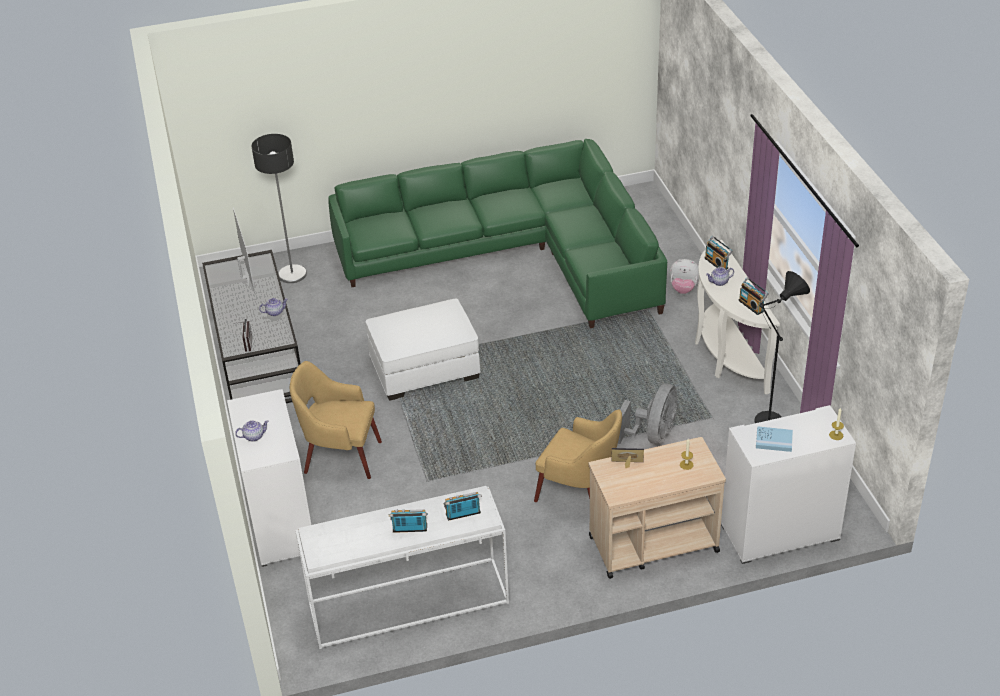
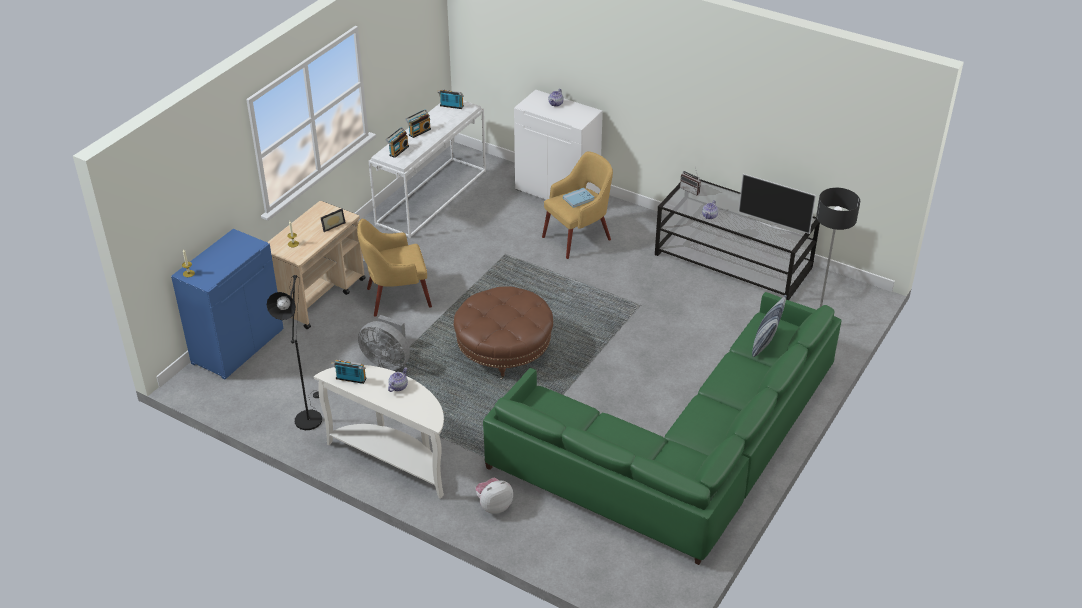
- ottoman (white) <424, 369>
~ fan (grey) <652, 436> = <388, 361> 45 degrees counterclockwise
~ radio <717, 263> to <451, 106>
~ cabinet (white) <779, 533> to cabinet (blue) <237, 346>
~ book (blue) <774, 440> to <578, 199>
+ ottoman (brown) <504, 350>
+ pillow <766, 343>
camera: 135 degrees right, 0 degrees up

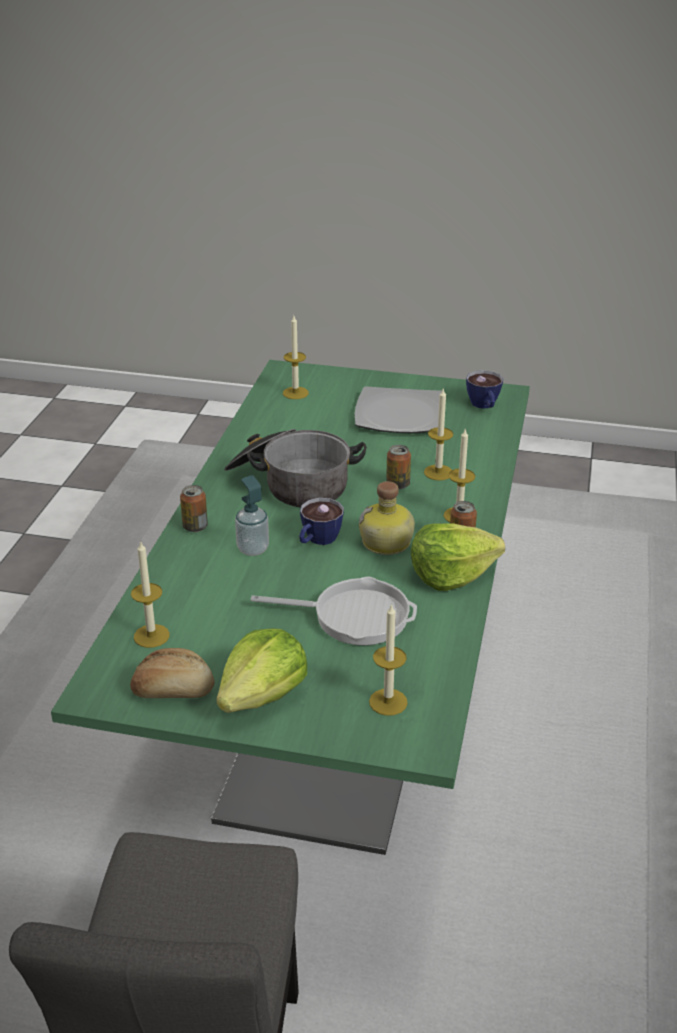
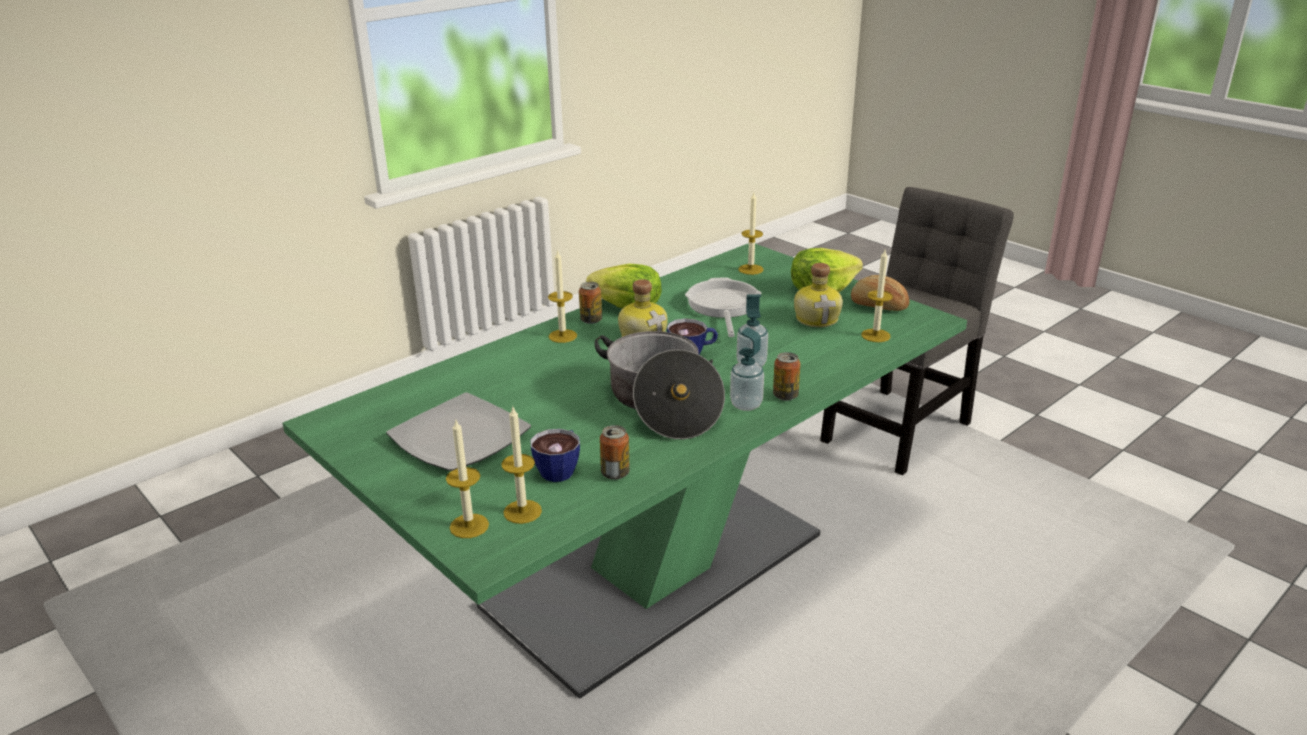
~ frying pan <354, 616> = <723, 306> 45 degrees clockwise
~ can <398, 485> to <615, 473>
~ candle <438, 472> to <469, 526>
~ cup <484, 406> to <560, 469>
+ soap dispenser <746, 404>
+ bottle <817, 318>
camera: 145 degrees left, 5 degrees down

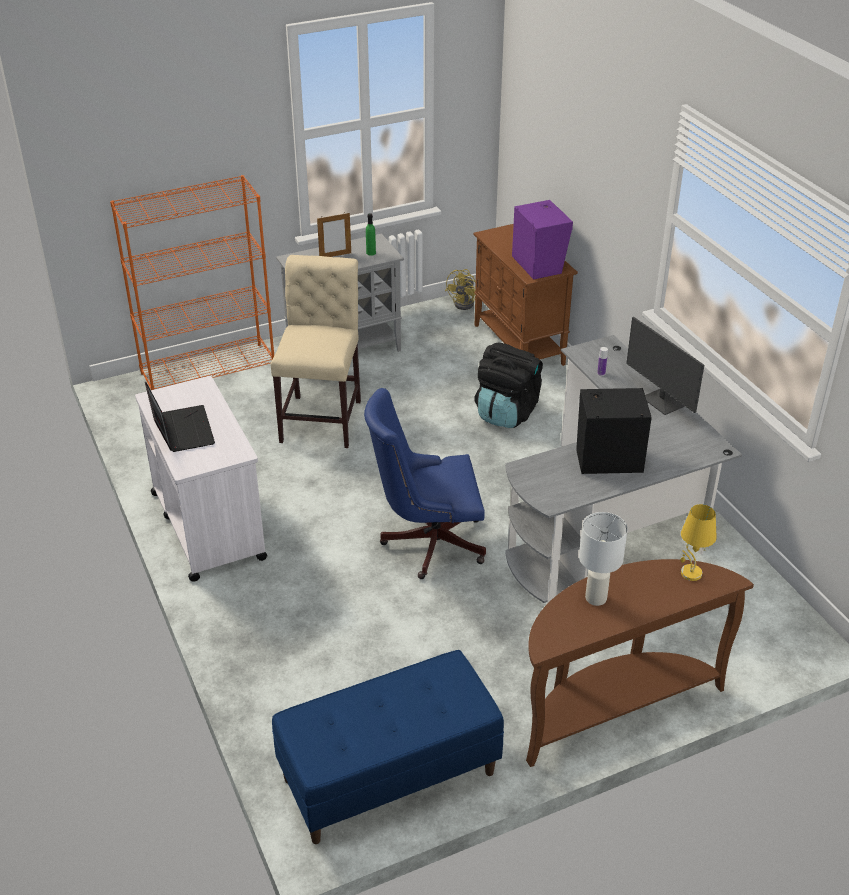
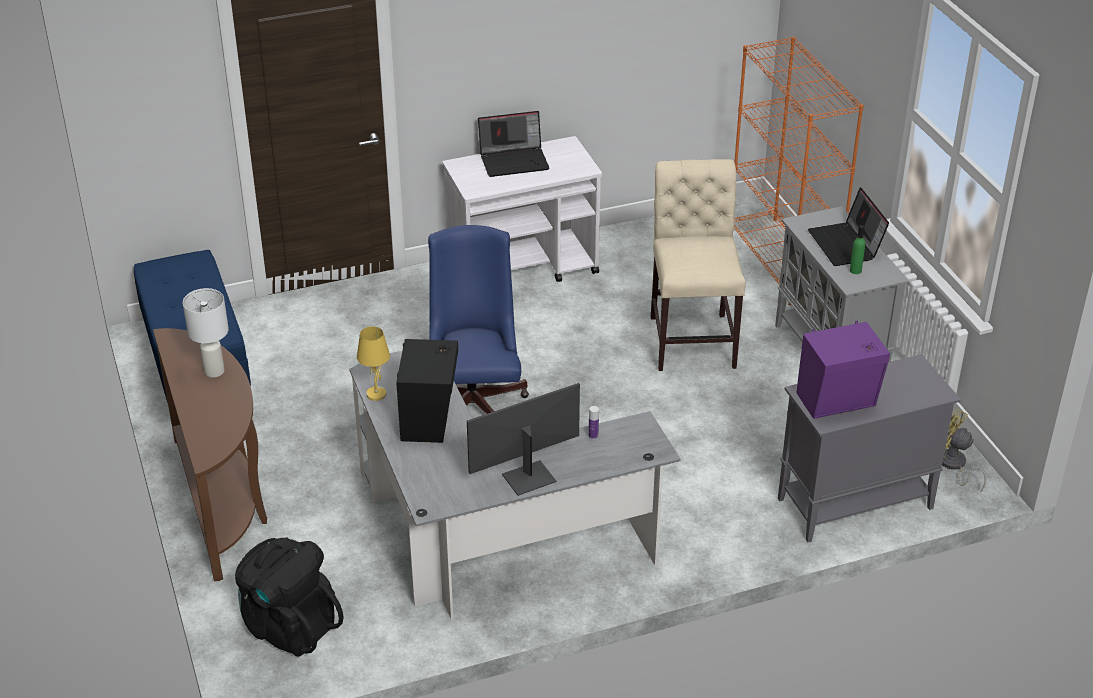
~ chair (beige) <323, 417> = <692, 337> 105 degrees counterclockwise
~ picture frame <335, 255> to laptop <846, 245>
~ cabinet (brown) <519, 345> to cabinet (grey) <853, 504>
~ backpack (black) <507, 412> to <288, 626>
~ table lamp (yellow) <690, 573> to <376, 394>
camera: 95 degrees right, 0 degrees up

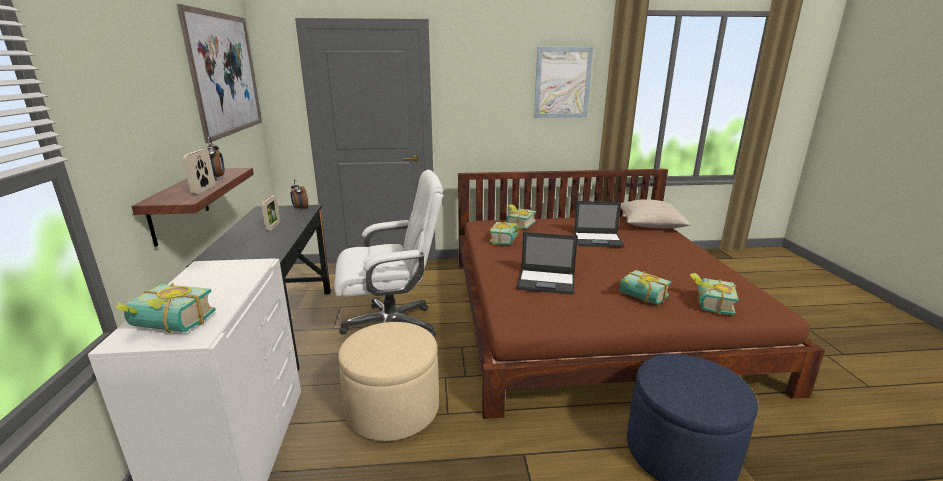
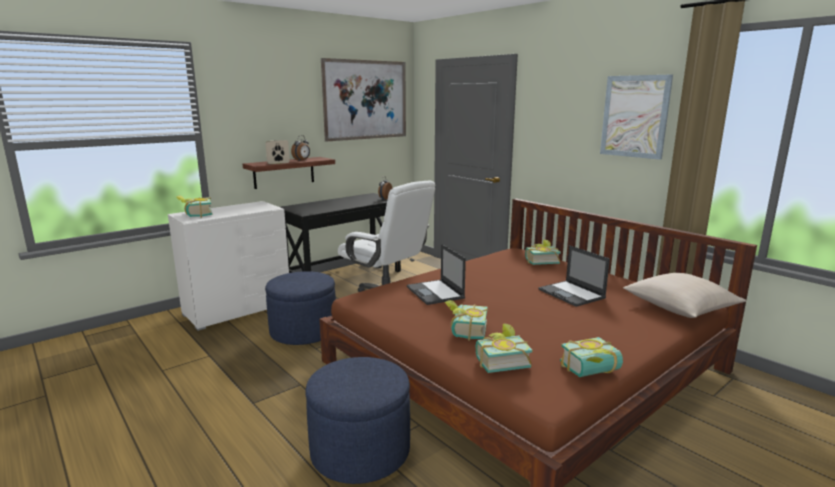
- picture frame <273, 227>
~ ottoman (beige) <393, 409> to ottoman (blue) <303, 331>
~ book <507, 241> to <593, 372>
camera: 55 degrees right, 5 degrees down

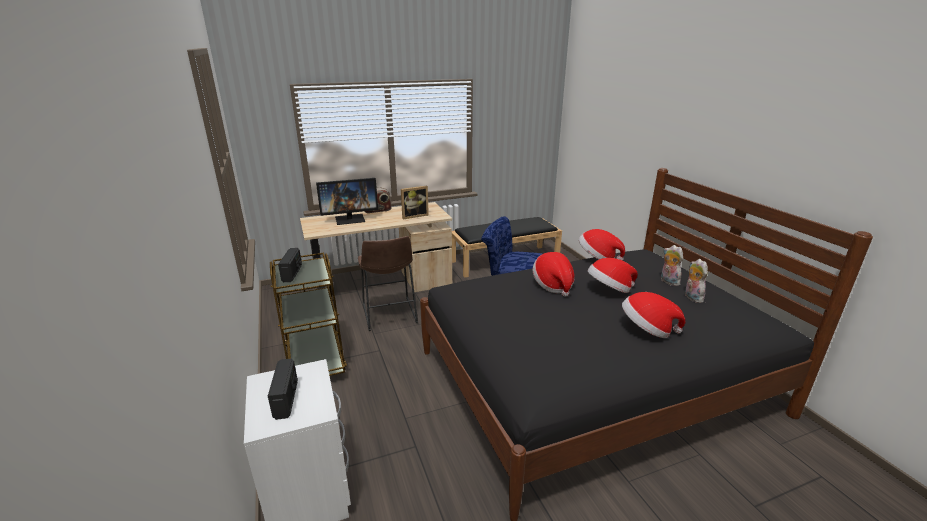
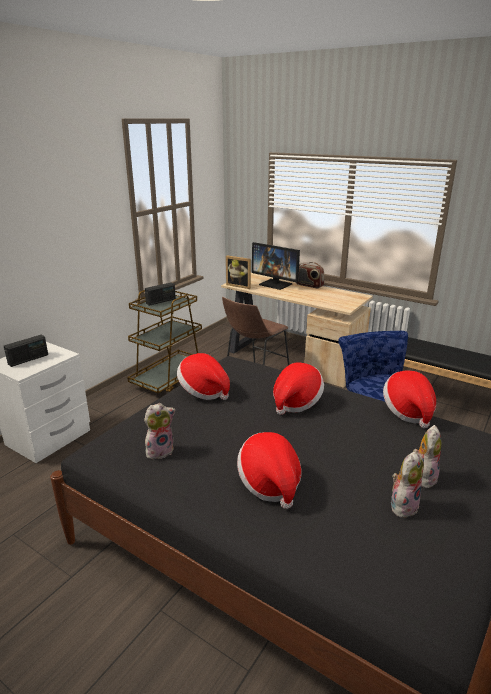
~ picture frame <414, 215> to <239, 285>
~ hat <609, 290> to <203, 391>
+ plush toy <160, 451>
camera: 55 degrees right, 0 degrees up

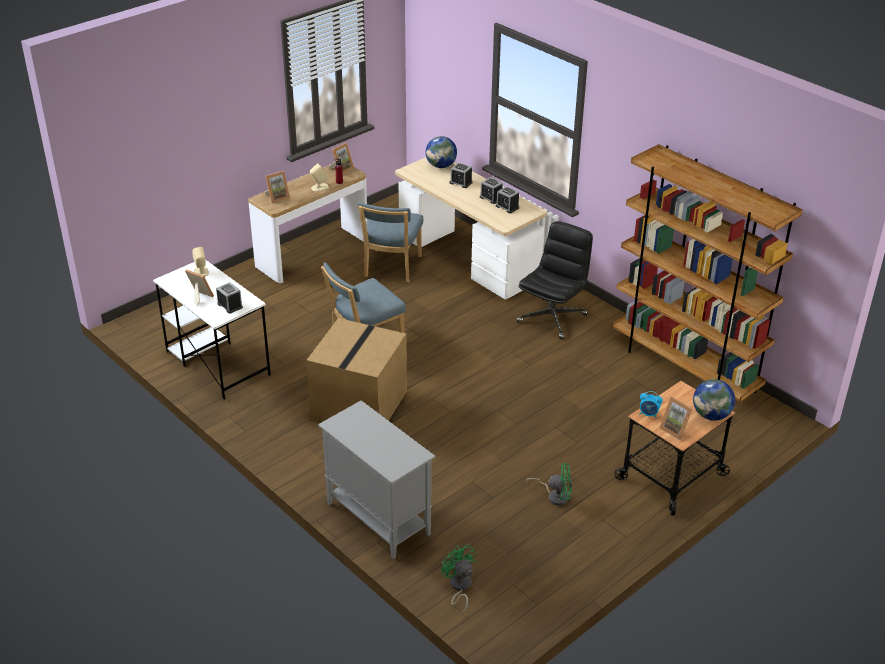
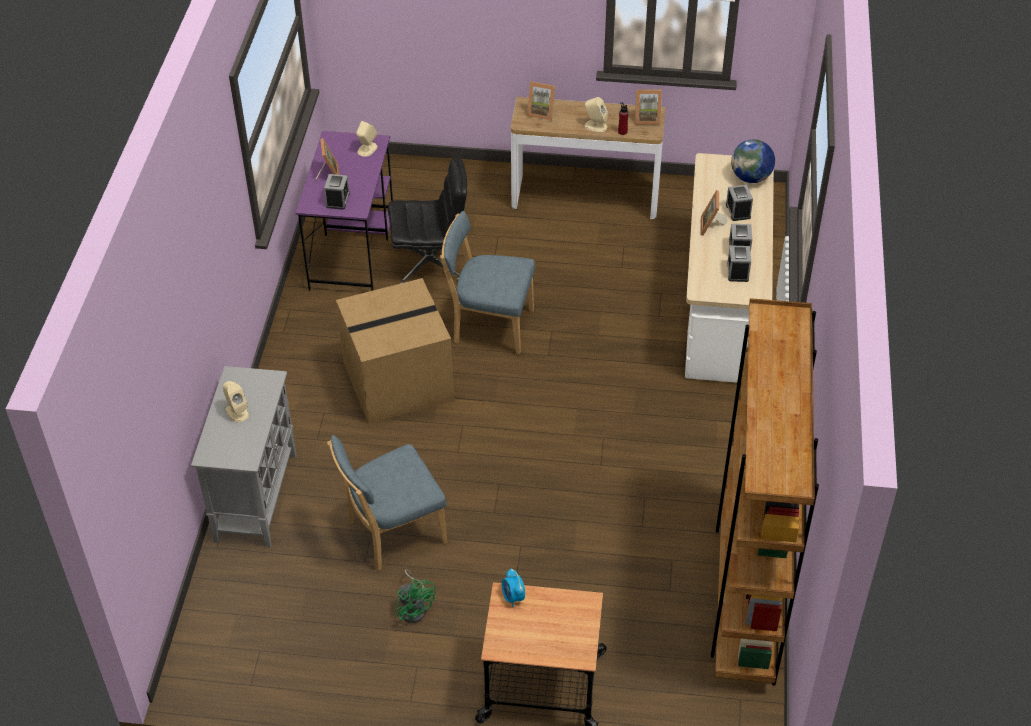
~ desk (white) <217, 362> to desk (purple) <352, 251>
~ chair (blue) <391, 268> to <392, 533>
- fan (green) <459, 587>
~ office chair (black) <552, 318> to <430, 265>
~ picture frame <675, 429> to <712, 227>
- globe <711, 415>
+ speaker (beige) <237, 412>
camera: 50 degrees right, 10 degrees up

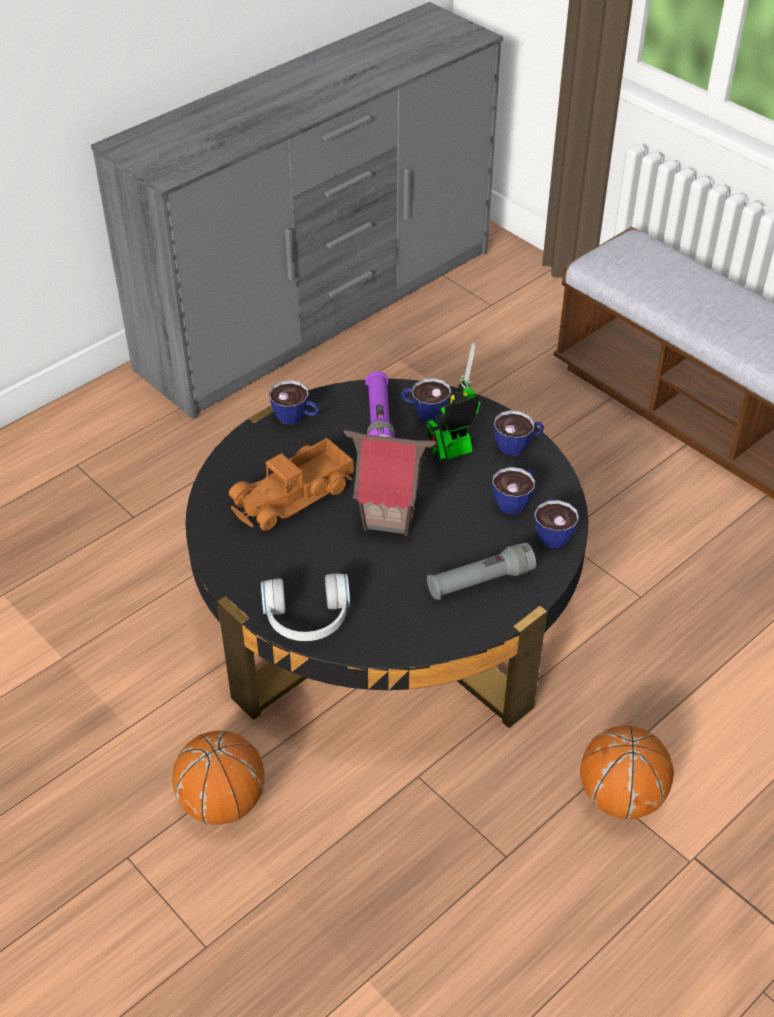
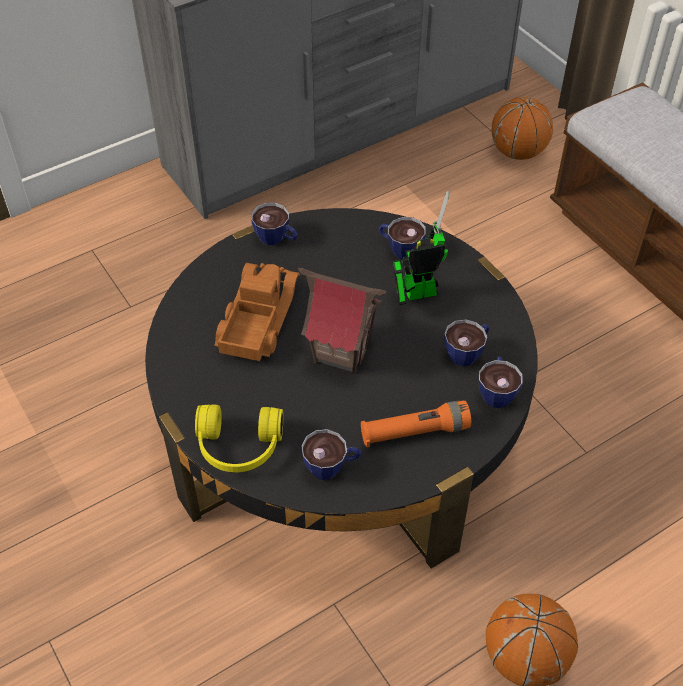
~ basketball <222, 802> to <518, 152>
~ toy truck <294, 496> = <256, 319> 135 degrees clockwise
~ headphones (white) <307, 620> to headphones (yellow) <238, 448>
- flashlight (purple) <379, 420>
~ flashlight (grey) <480, 581> to flashlight (orange) <414, 432>
~ cup <518, 445> to <332, 467>
camera: 10 degrees right, 5 degrees up

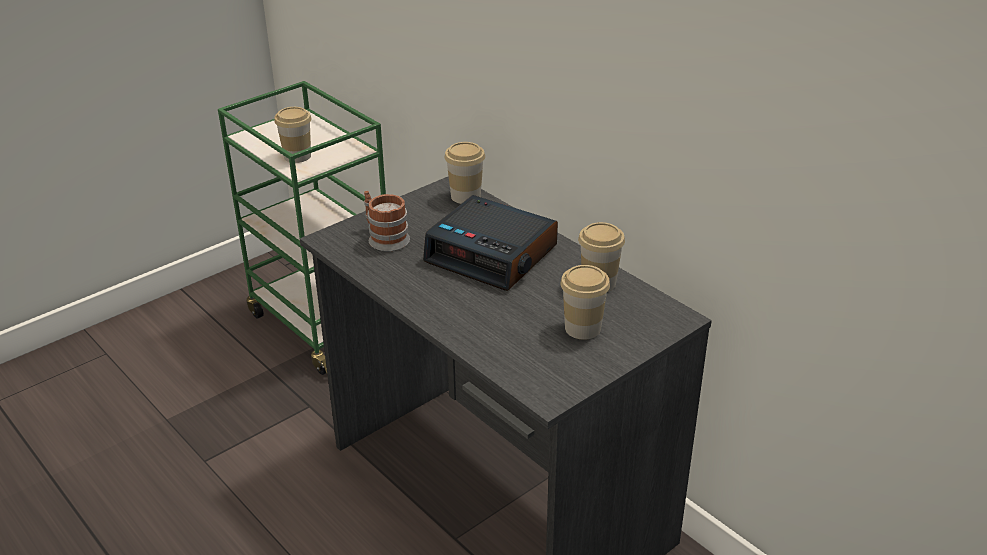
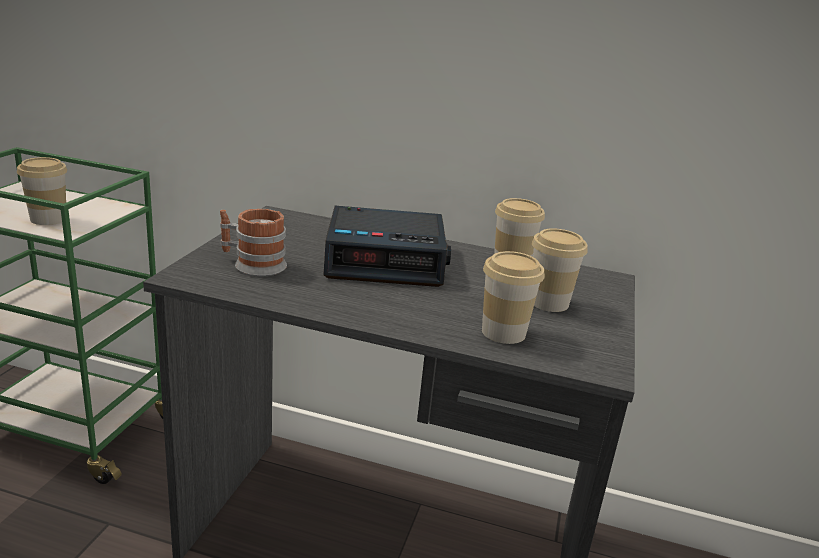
~ cup <465, 196> to <503, 332>
camera: 35 degrees left, 10 degrees down

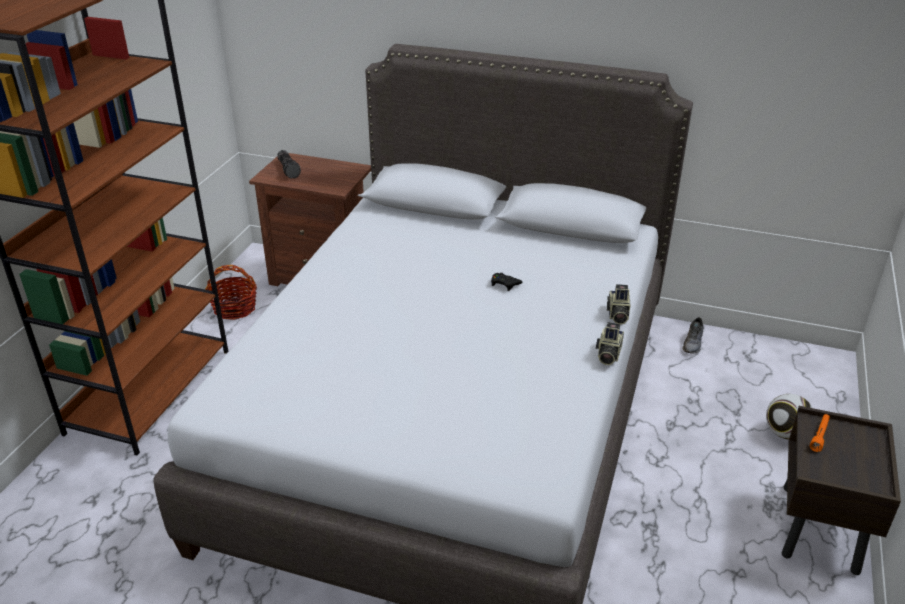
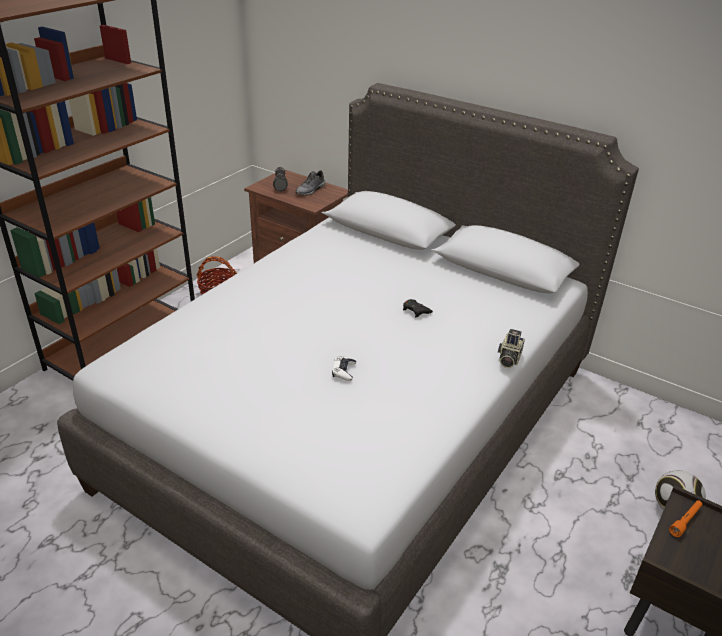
- photo camera <607, 354>
~ shoe (grey) <693, 343> to <311, 190>
+ game controller (white) <343, 371>
camera: 15 degrees right, 0 degrees up

